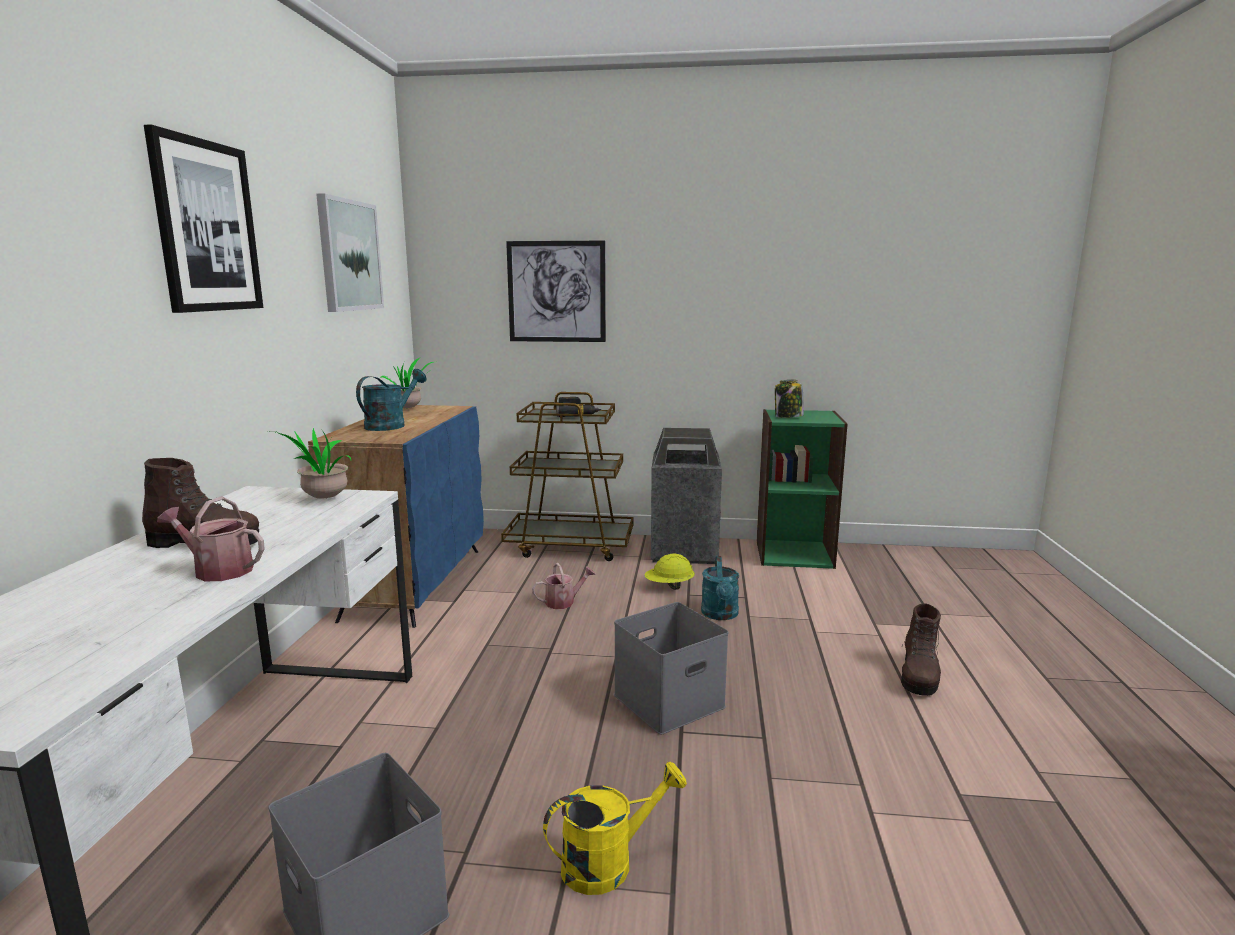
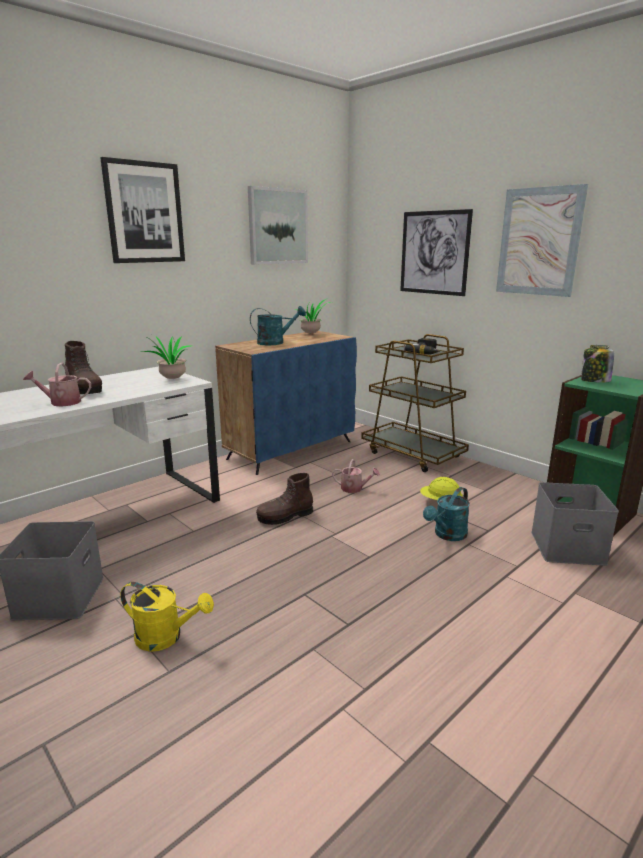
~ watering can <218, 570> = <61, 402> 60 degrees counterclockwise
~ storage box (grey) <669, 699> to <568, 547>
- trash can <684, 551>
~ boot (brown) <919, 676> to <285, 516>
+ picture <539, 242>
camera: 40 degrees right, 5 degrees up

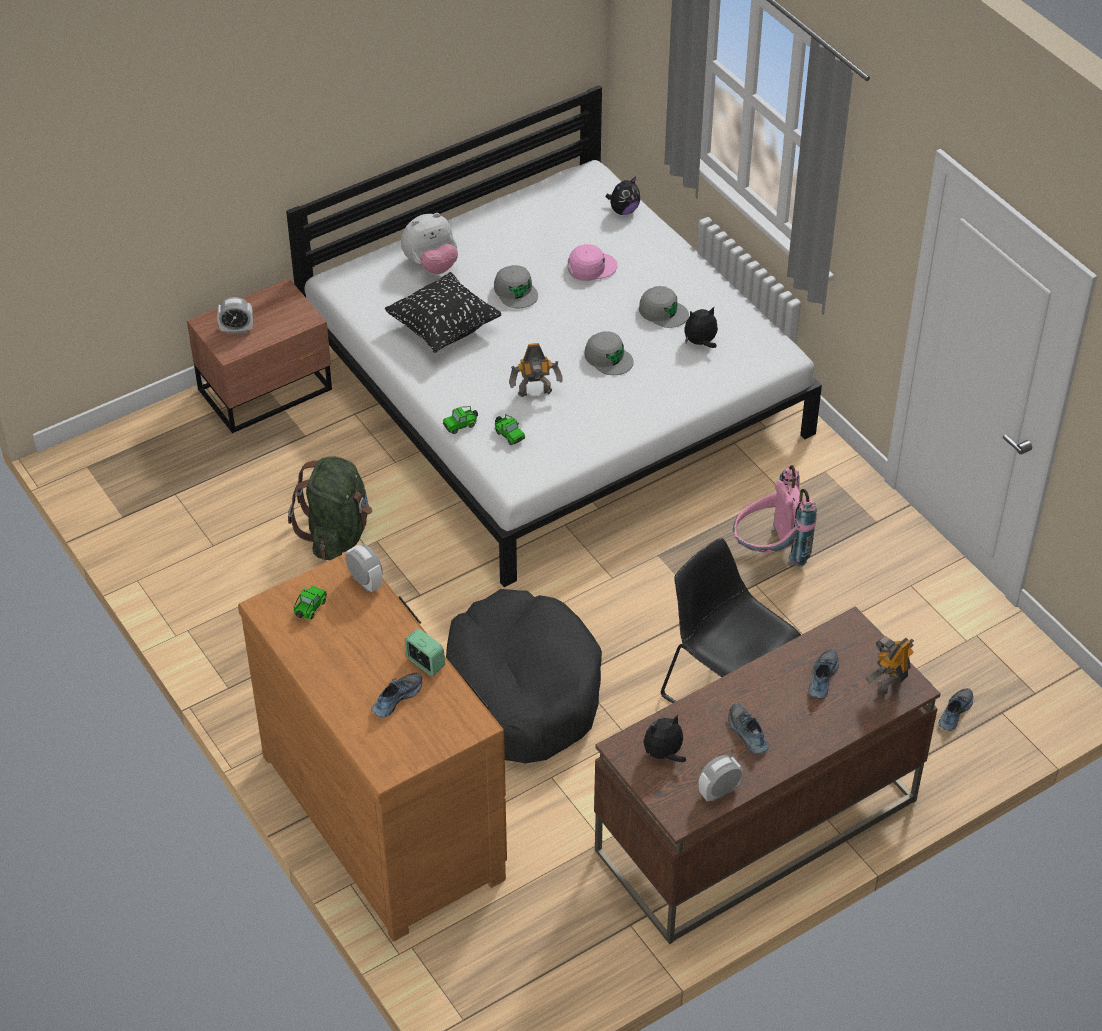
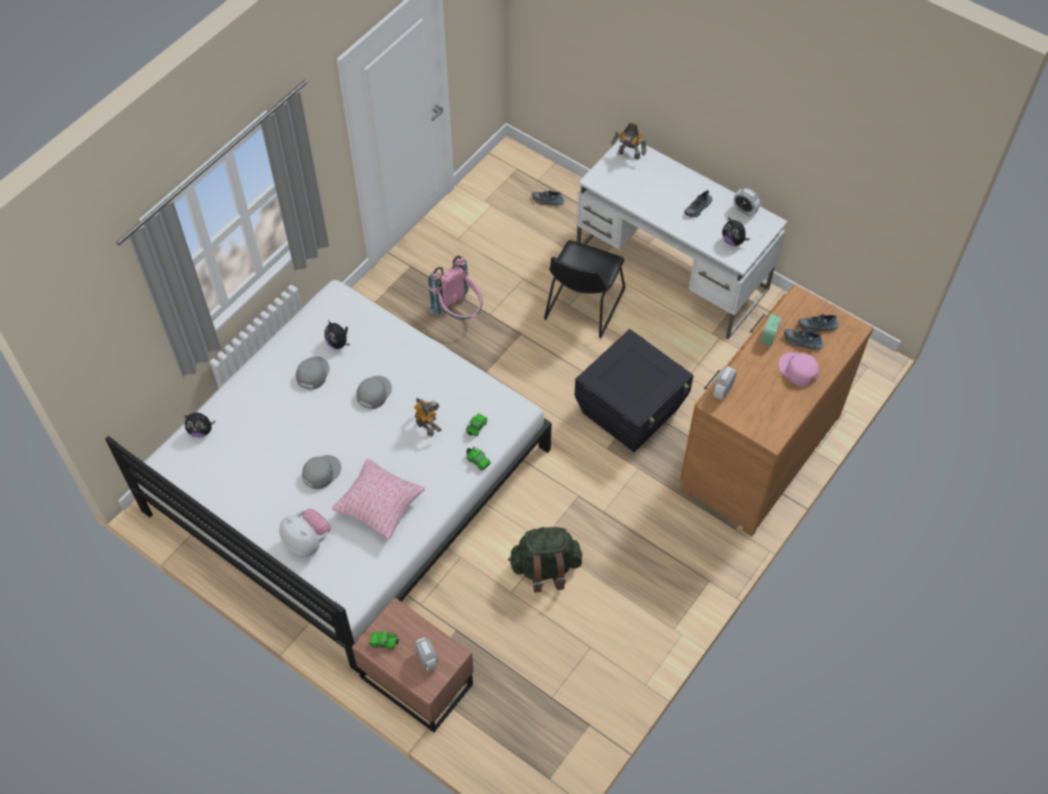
~ toy car <309, 609> to <385, 642>
~ pillow (black) <443, 329> to pillow (pink) <380, 507>
~ dog bed (black) <522, 691> to storage box (black) <631, 411>
~ cap (pink) <591, 267> to <798, 370>
~ desk (brown) <755, 826> to desk (white) <672, 270>
~ plush toy <623, 210> = <201, 431> 150 degrees clockwise
~ shoe <821, 677> to <817, 327>
camera: 110 degrees left, 10 degrees up

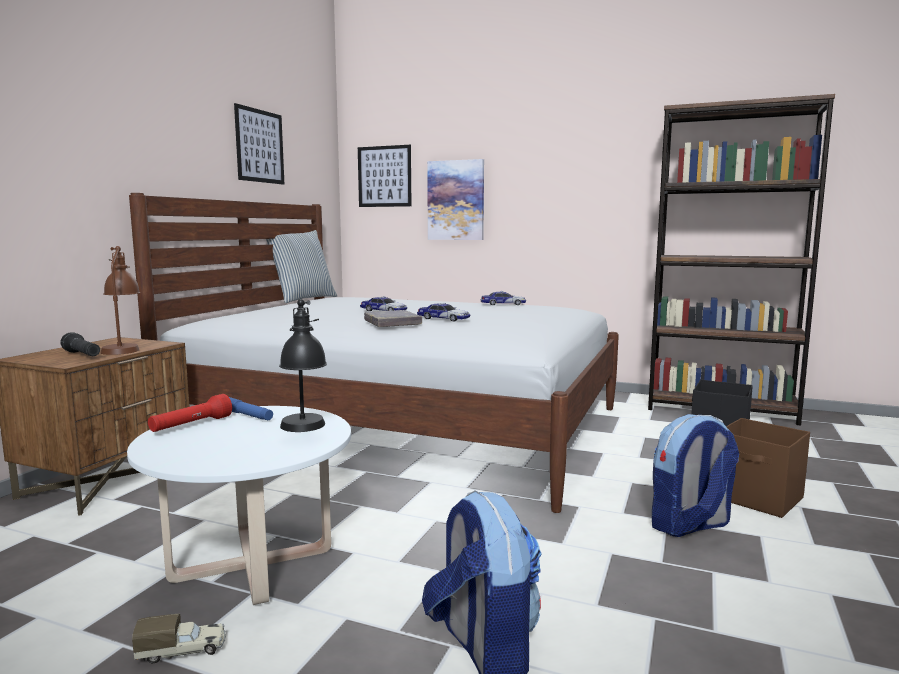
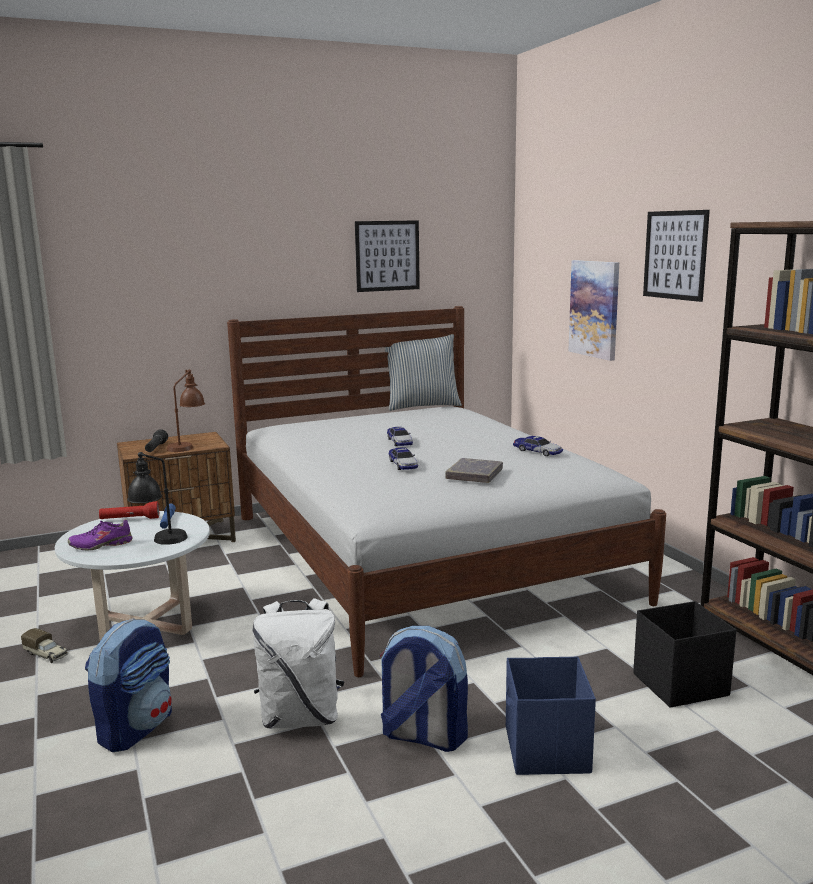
~ picture <384, 176> to <675, 255>
~ book (grey) <392, 323> to <474, 475>
~ storage box (brown) <758, 498> to storage box (blue) <546, 751>
+ shoe (purple) <101, 545>
+ backpack (white) <301, 717>
camera: 45 degrees right, 5 degrees up

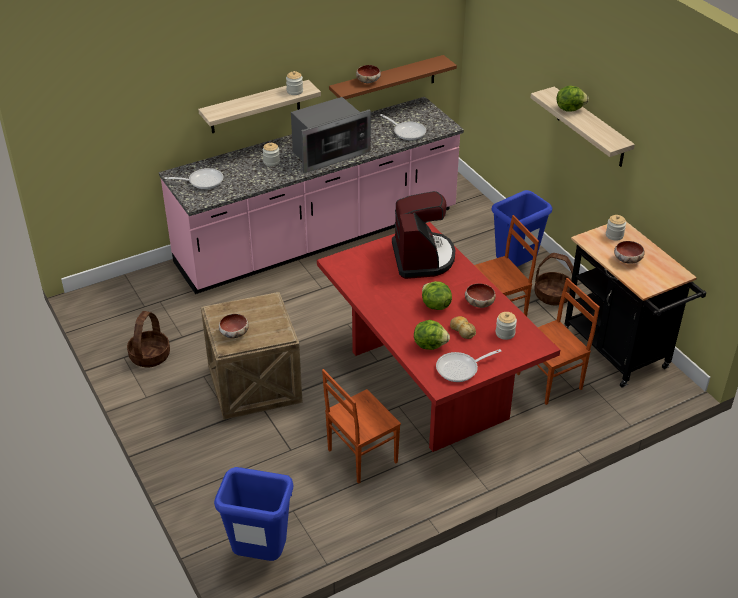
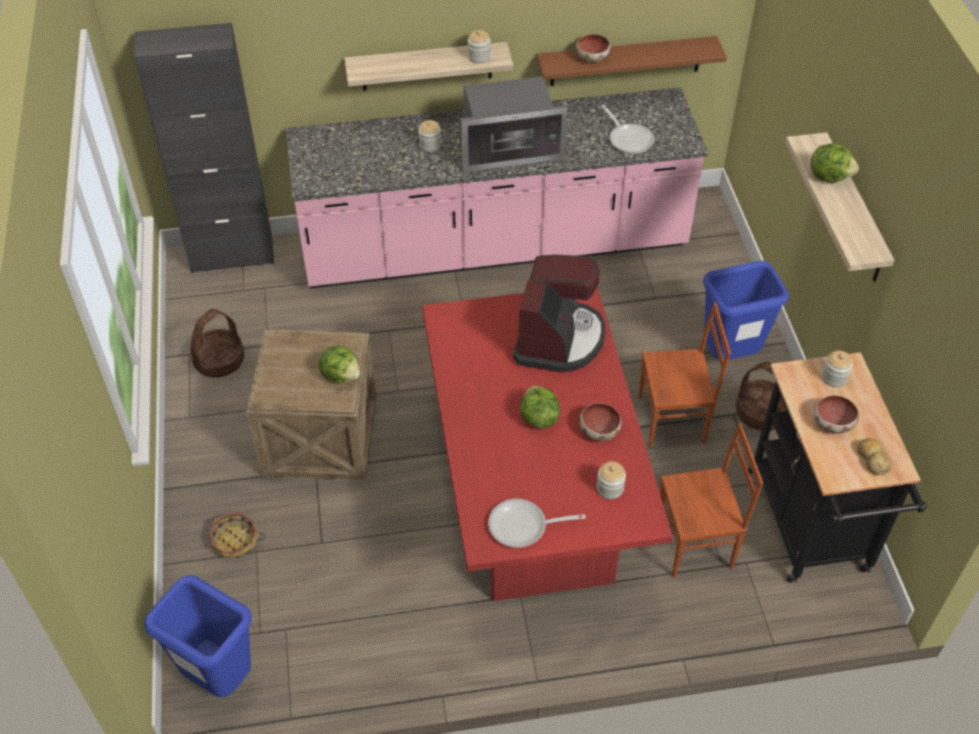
- frying pan <202, 181>
- bowl <234, 334>
- chair (brown) <361, 456>
~ lettuce <430, 344> to <341, 375>
~ bread <462, 330> to <872, 459>
+ cabinet (black) <232, 255>
+ basket <235, 541>
camera: 20 degrees right, 10 degrees up

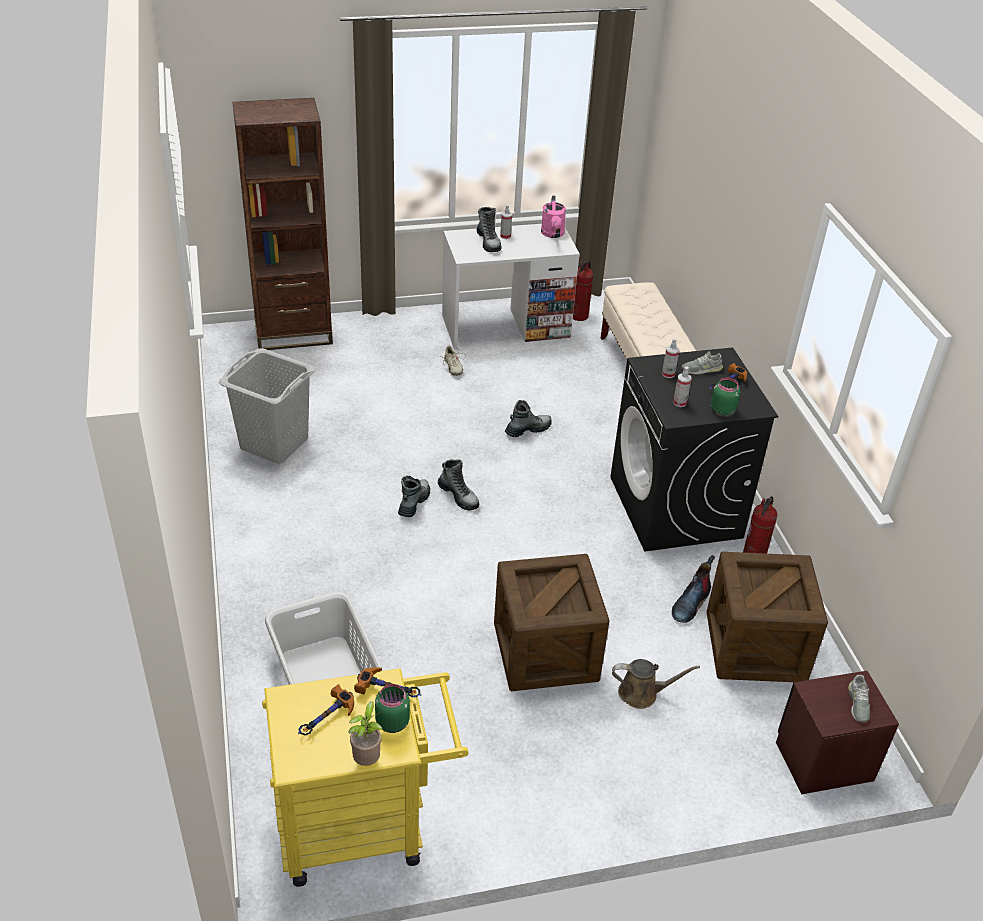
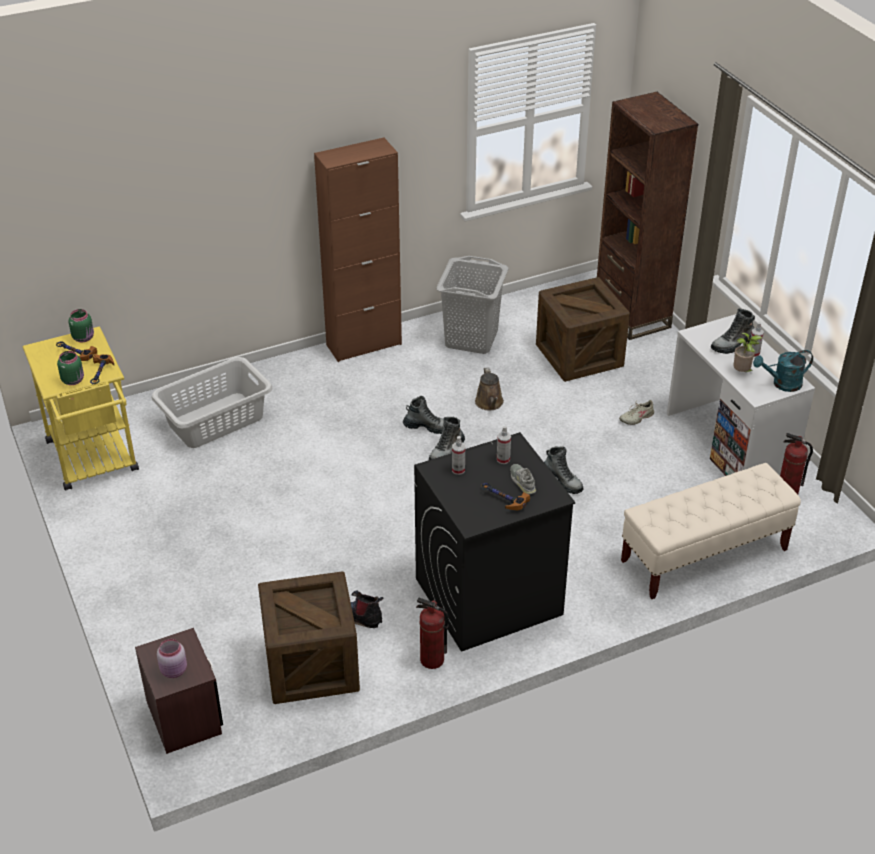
~ potted plant <367, 760> to <742, 372>
~ crate <545, 652> to <579, 356>
~ watering can (pink) <553, 234> to watering can (turquoise) <782, 384>
~ watering can (brown) <642, 693> to <490, 403>
~ jar (green) <722, 410> to <84, 338>
~ shoe (grey) <858, 703> to jar (pink) <174, 671>
+ cabinet (brown) <364, 344>
camera: 80 degrees right, 0 degrees up

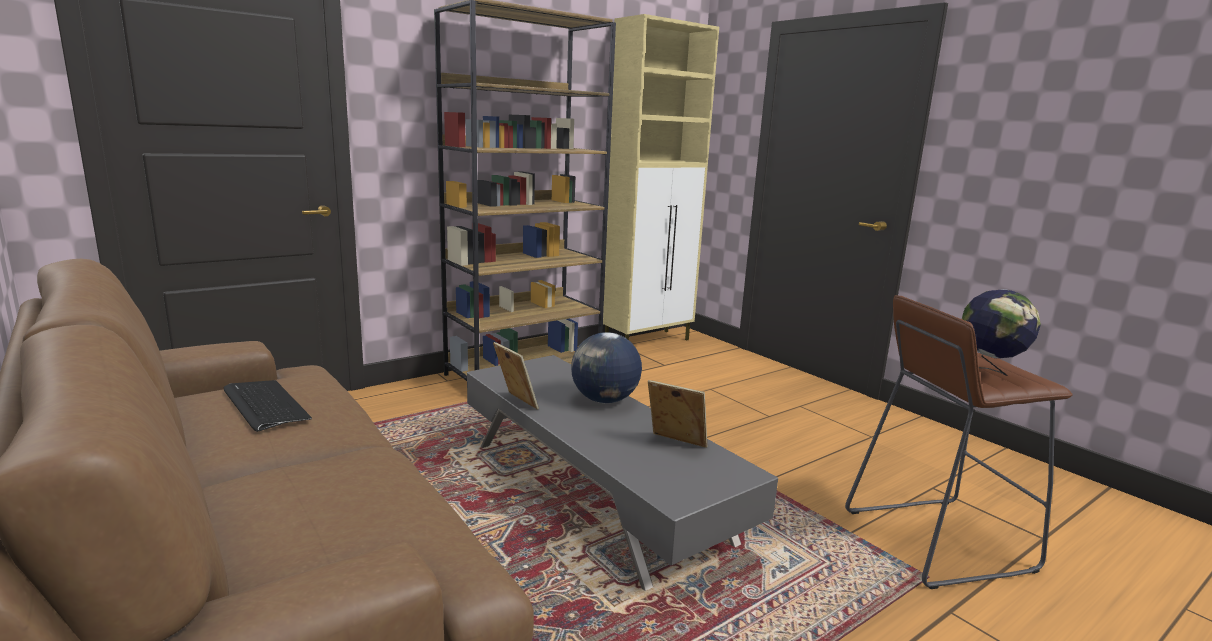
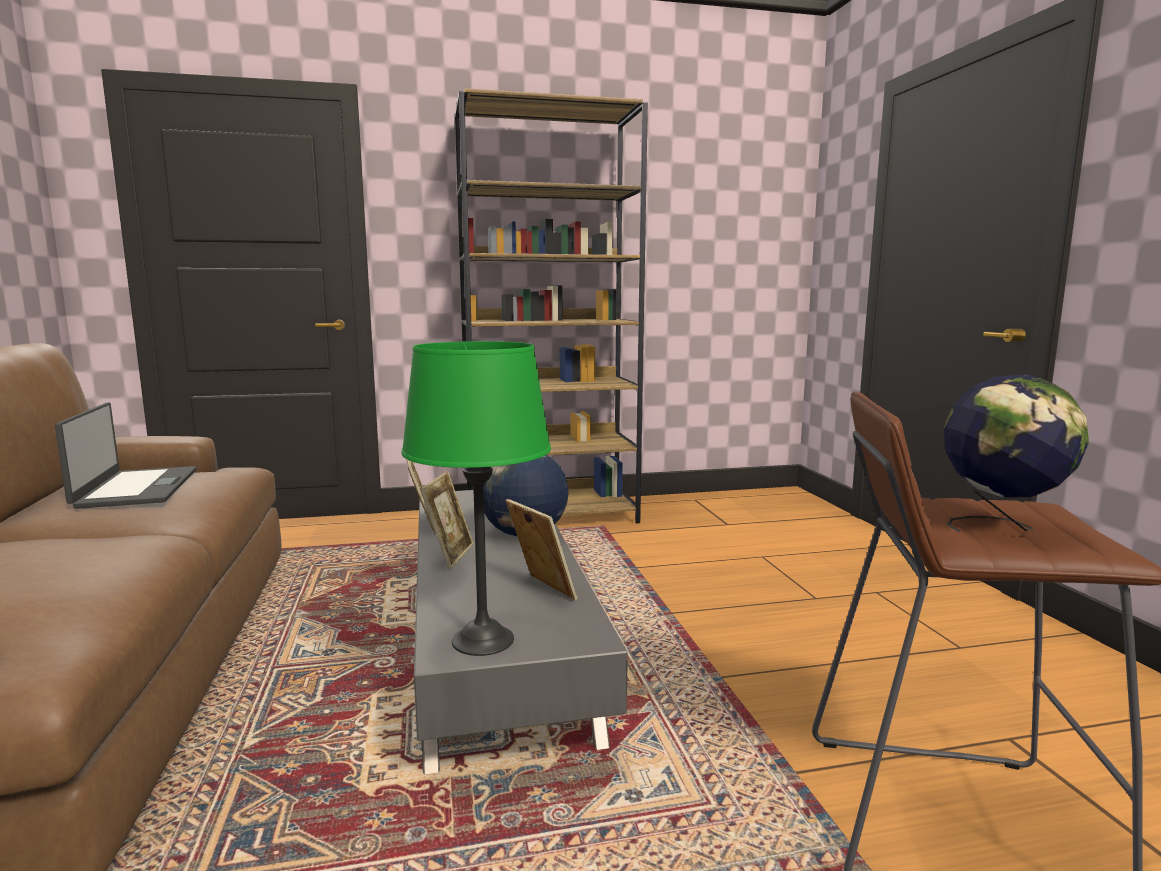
~ keyboard <265, 405> to laptop <136, 488>
- cabinet (beige) <648, 341>
+ table lamp (green) <483, 640>
+ picture frame <450, 555>
camera: 25 degrees right, 5 degrees down

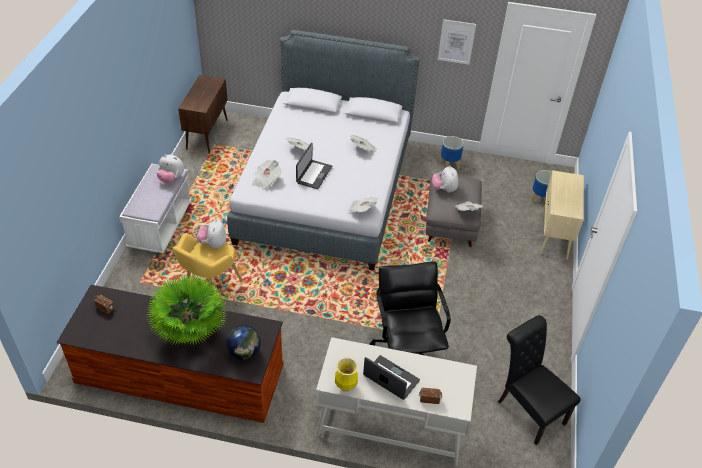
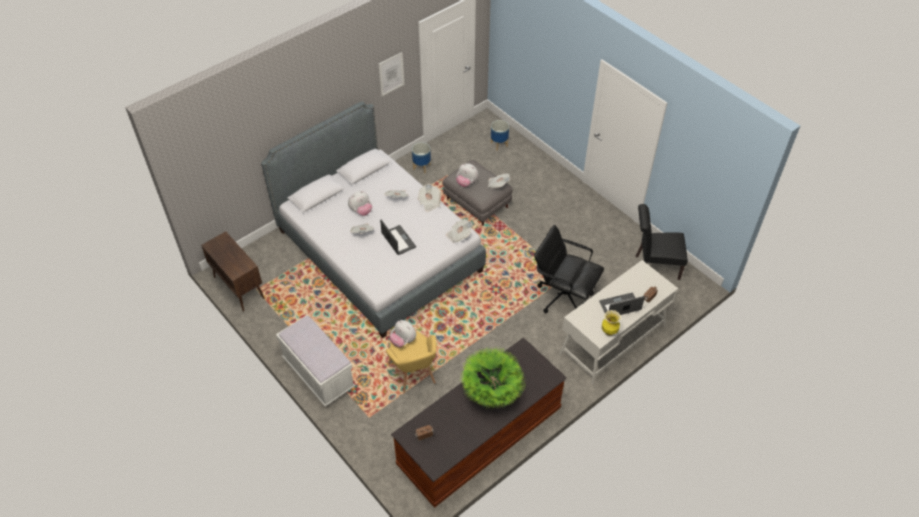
~ plush toy <171, 179> to <361, 211>
- globe <244, 352>
~ newspaper <266, 180> to <429, 202>
- cabinet (beige) <554, 235>
camera: 50 degrees left, 5 degrees up

